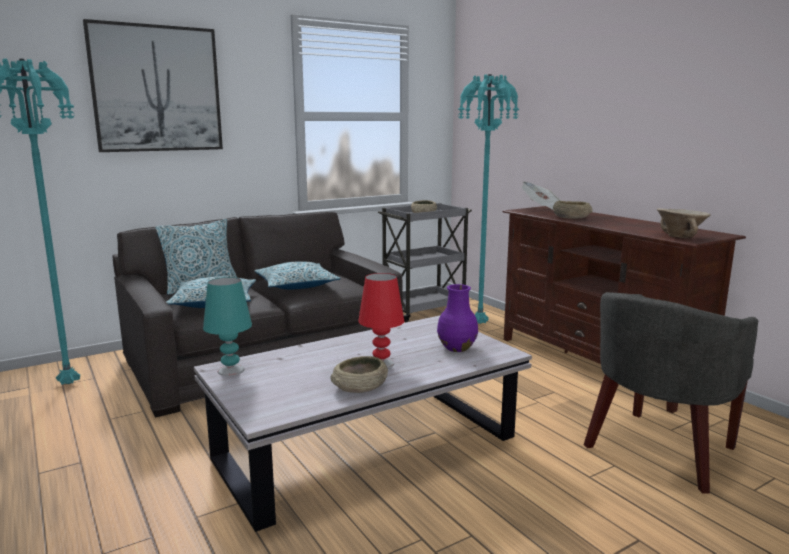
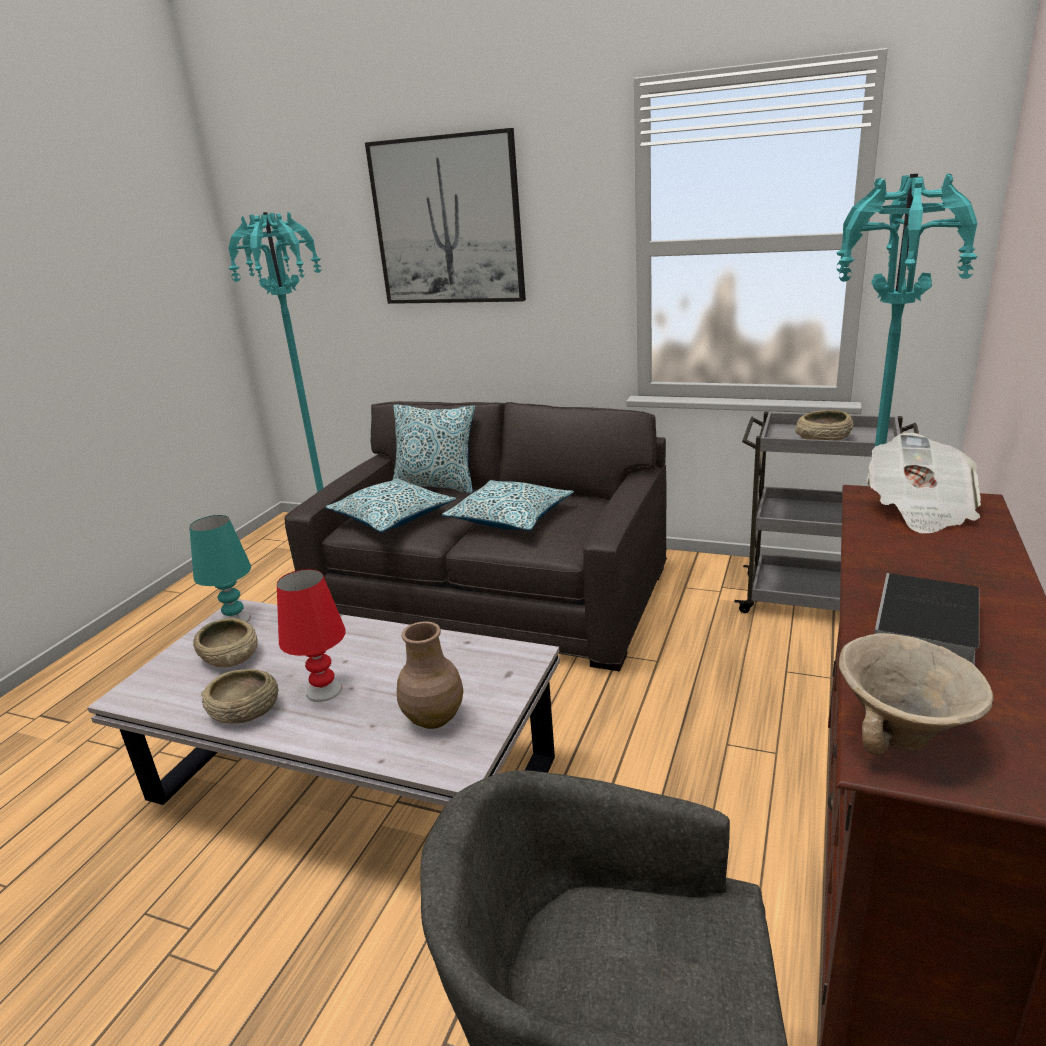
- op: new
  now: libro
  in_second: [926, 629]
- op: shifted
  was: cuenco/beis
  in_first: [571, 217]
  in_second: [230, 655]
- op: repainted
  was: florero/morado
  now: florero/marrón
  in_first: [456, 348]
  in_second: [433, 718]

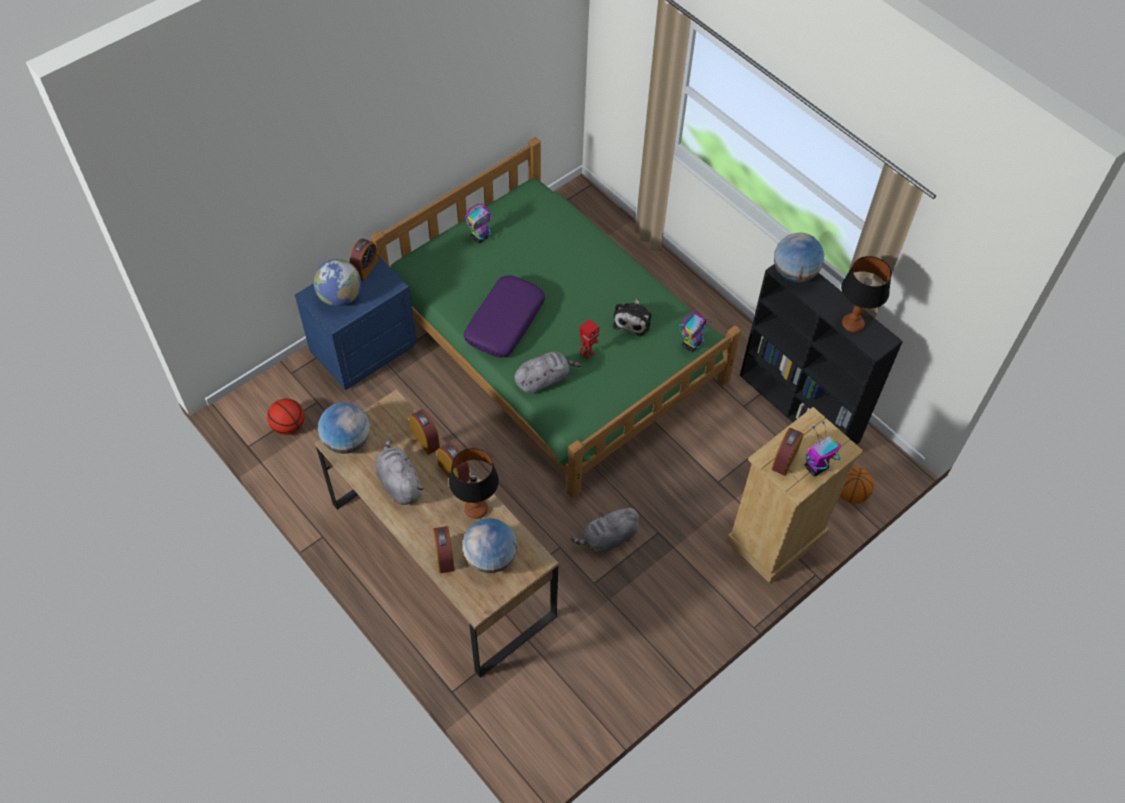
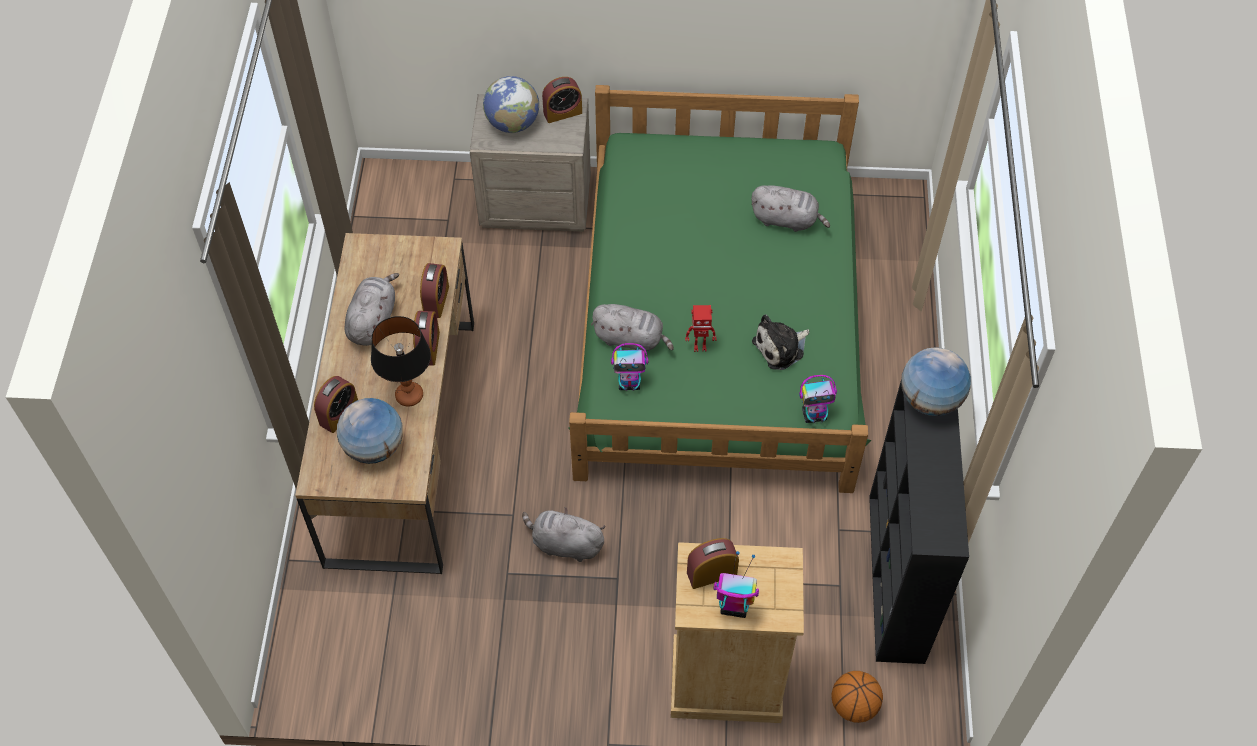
- op: gone
  was: balón de baloncesto
  in_first: [288, 426]
- op: gone
  was: globo terráqueo
  in_first: [347, 441]
- op: gone
  was: cojín/morado
  in_first: [504, 322]
- op: gone
  was: lámpara de mesa
  in_first: [852, 324]
- op: new
  now: peluche/gris
  in_second: [787, 220]
- op: shifted
  was: robot de juguete
  in_first: [480, 237]
  in_second: [630, 383]
- op: repainted
  was: mesita de noche/azul
  now: mesita de noche/beis
  in_first: [363, 349]
  in_second: [536, 202]

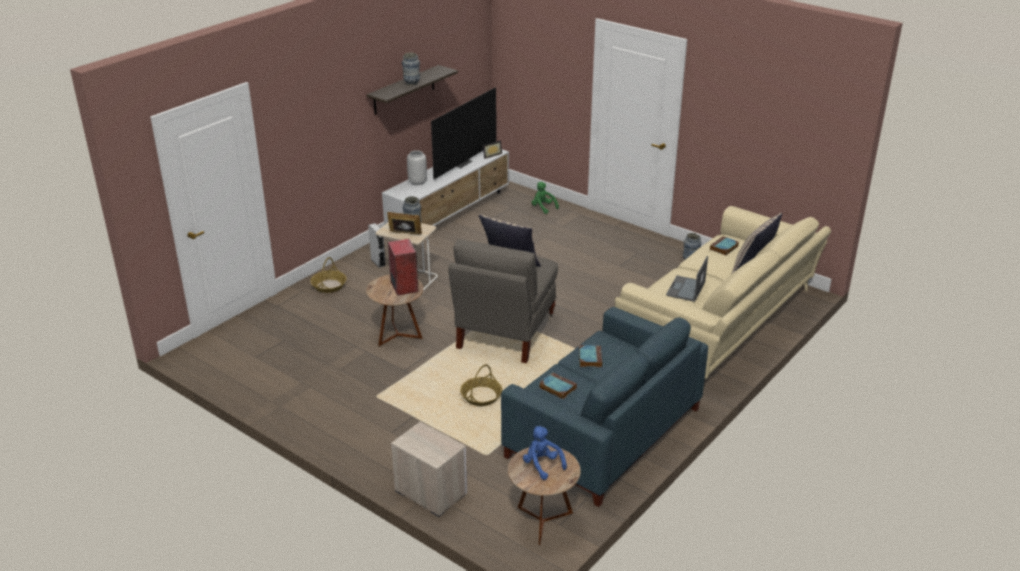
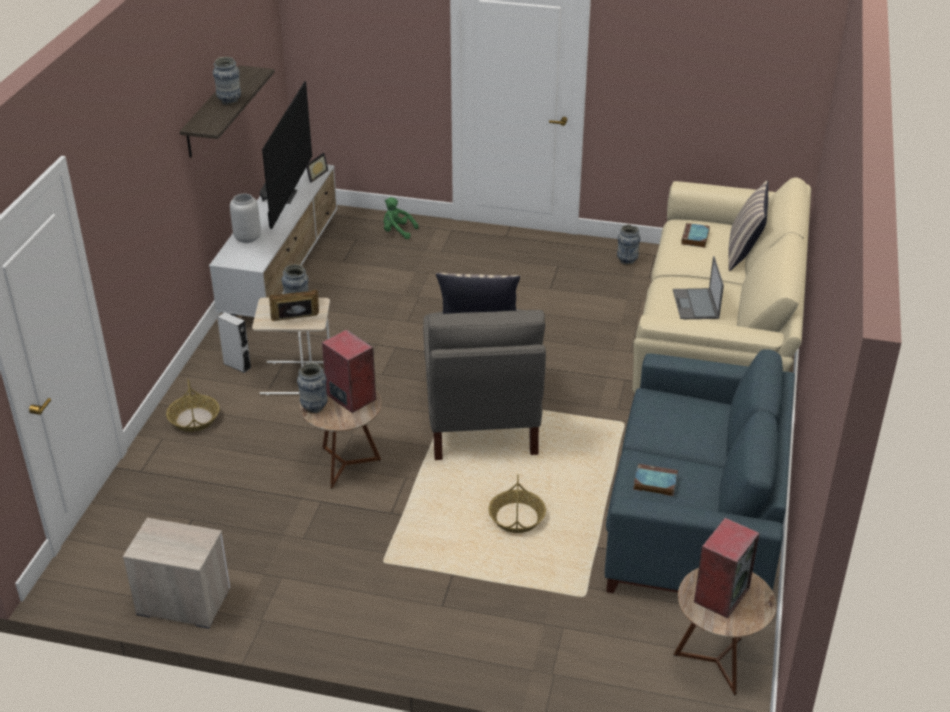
- op: gone
  was: libro
  in_first: [590, 358]
- op: new
  now: florero
  in_second: [314, 408]
- op: shifted
  was: mesita de noche
  in_first: [430, 492]
  in_second: [182, 601]
- op: swapped
  was: peluche/azul
  now: altavoz
  in_first: [542, 465]
  in_second: [721, 594]

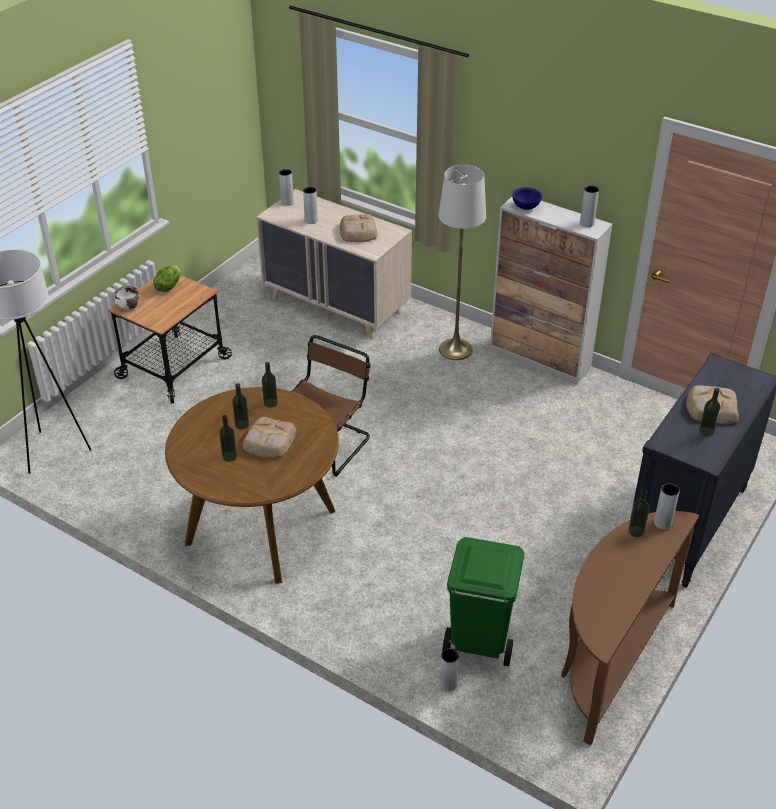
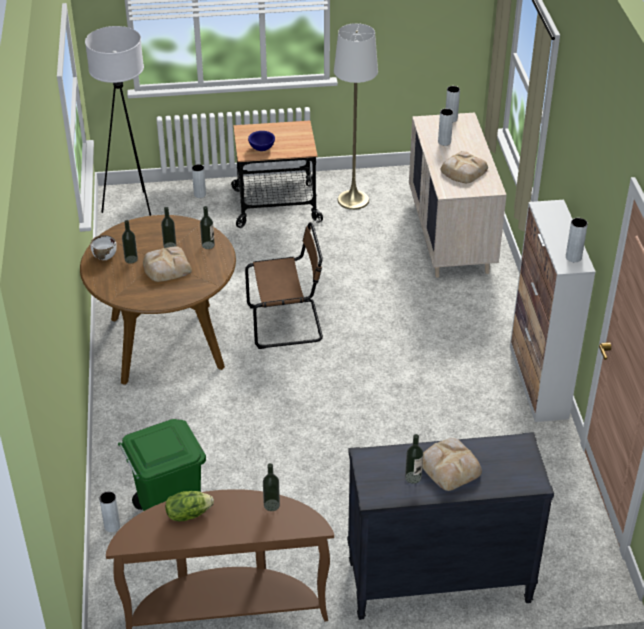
- op: shifted
  was: cuenco/blanco
  in_first: [128, 306]
  in_second: [104, 256]
- op: shifted
  was: lechuga
  in_first: [168, 286]
  in_second: [188, 514]
- op: shifted
  was: lámpara de pie/blanco
  in_first: [455, 349]
  in_second: [353, 200]
- op: shifted
  was: cuenco/azul
  in_first: [525, 207]
  in_second: [262, 148]
- op: shifted
  was: florero/gris
  in_first: [662, 523]
  in_second: [200, 194]

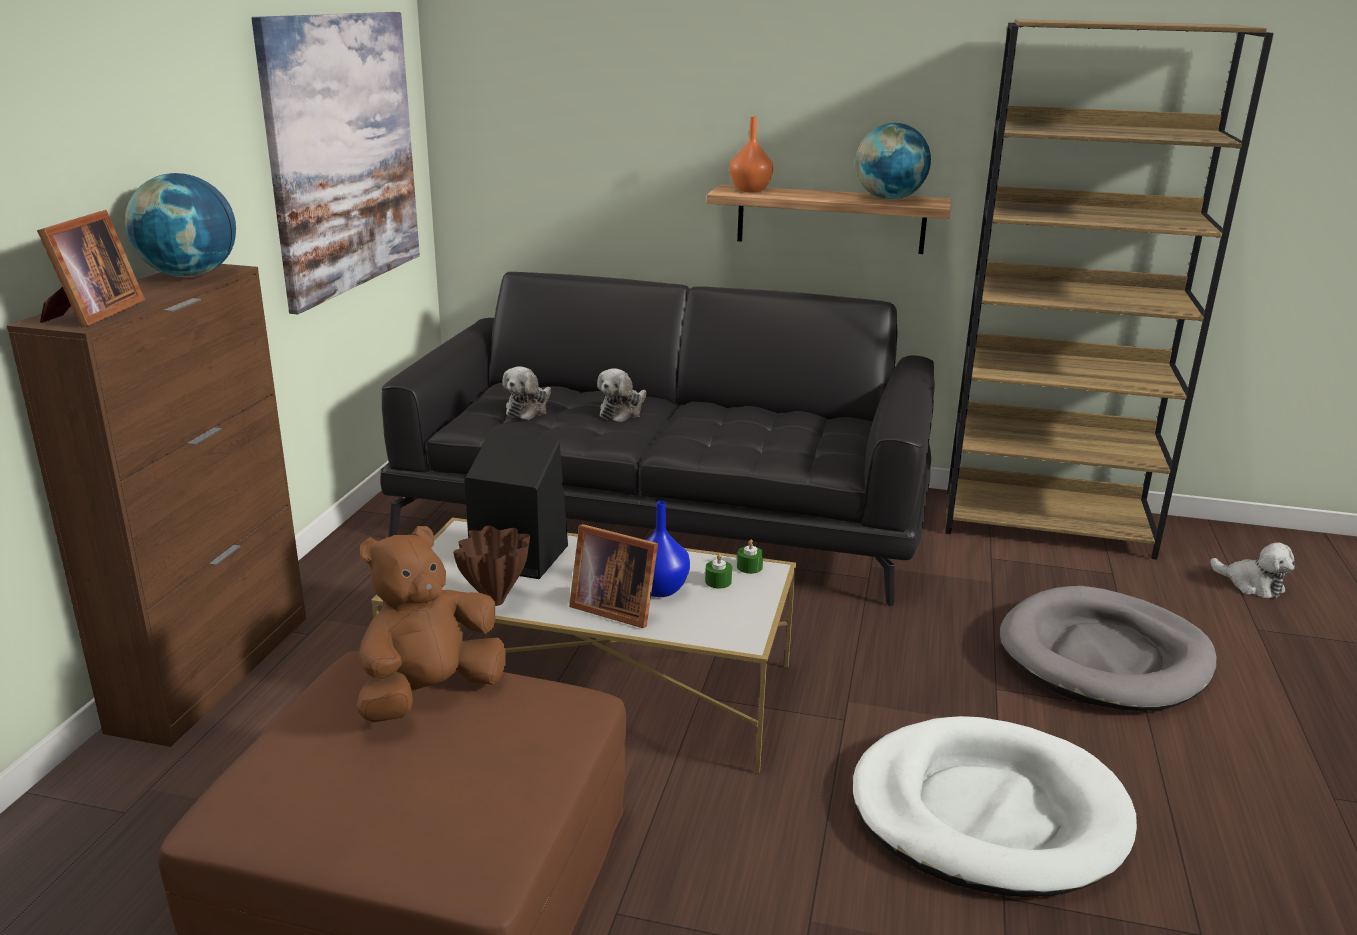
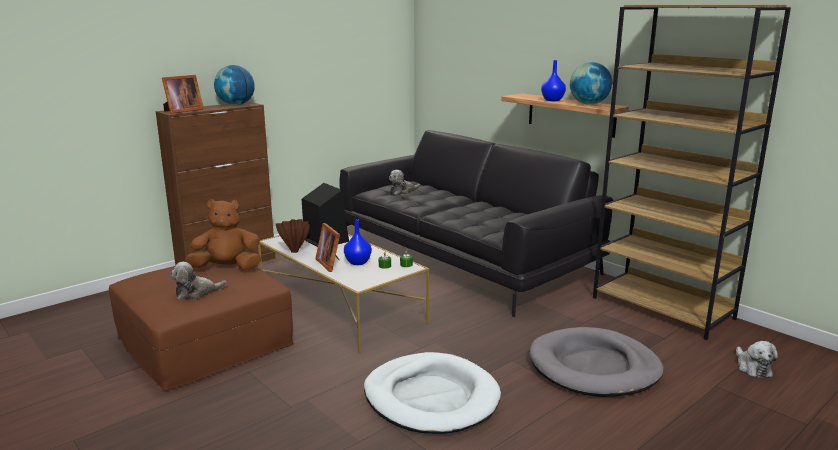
- op: gone
  was: cuadro
  in_first: [343, 154]
- op: gone
  was: florero/naranja
  in_first: [749, 190]
- op: new
  now: florero/azul
  in_second: [552, 100]
- op: shifted
  was: peluche
  in_first: [622, 412]
  in_second: [196, 293]

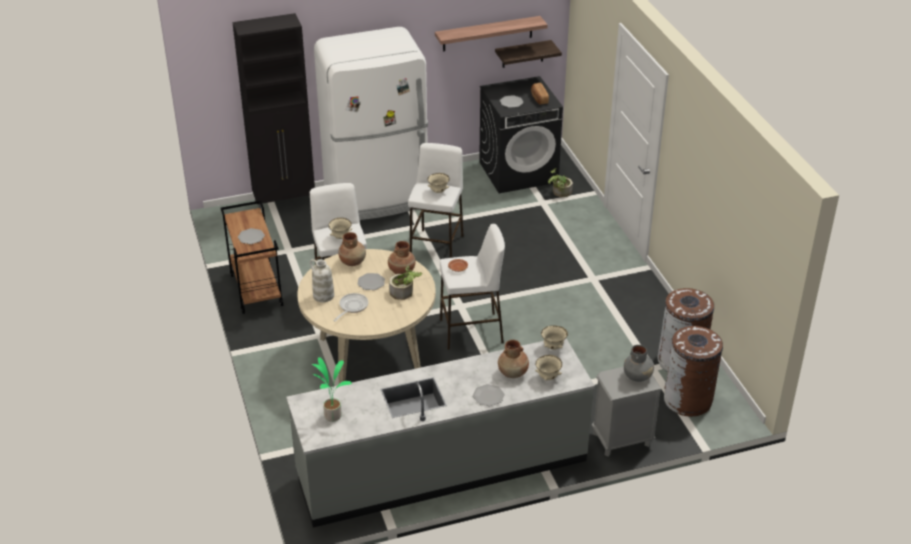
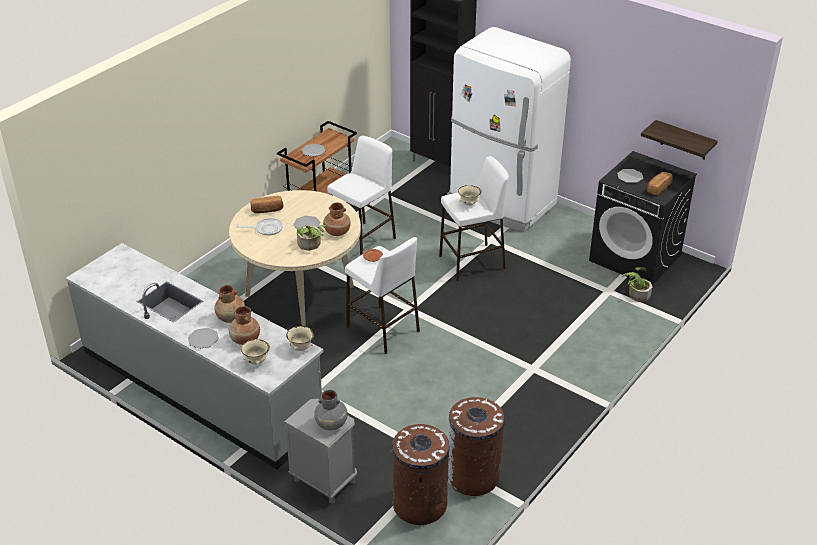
- op: gone
  was: planta en maceta
  in_first: [332, 415]
- op: gone
  was: cuenco/beis
  in_first: [341, 237]
- op: gone
  was: estante
  in_first: [487, 33]
- op: shifted
  was: florero/marrón
  in_first: [352, 261]
  in_second: [231, 318]
- op: swapped
  was: florero/blanco
  now: pan
  in_first: [323, 296]
  in_second: [267, 210]

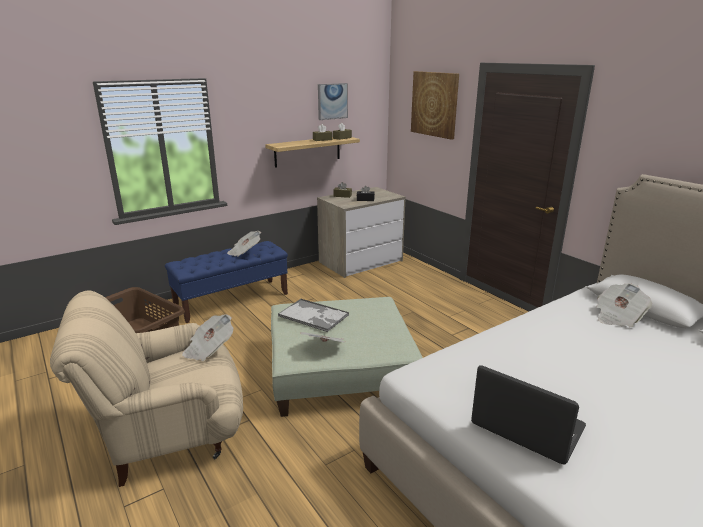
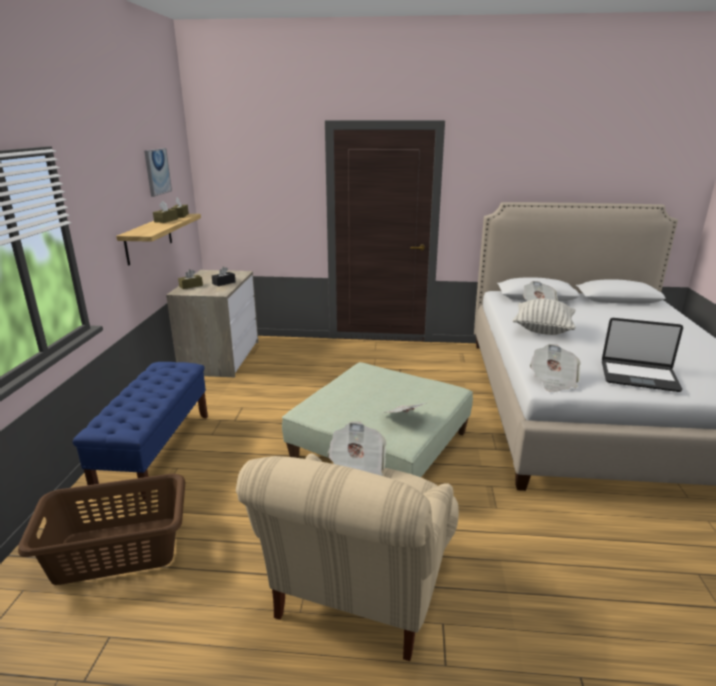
- op: gone
  was: bandeja
  in_first: [314, 316]
- op: gone
  was: cuadro
  in_first: [434, 104]
- op: new
  now: cojín
  in_second: [542, 330]
- op: shifted
  was: periódico
  in_first: [244, 252]
  in_second: [553, 381]
- op: rotated
  was: portátil
  in_first: [527, 427]
  in_second: [638, 376]
  clockwise: -150

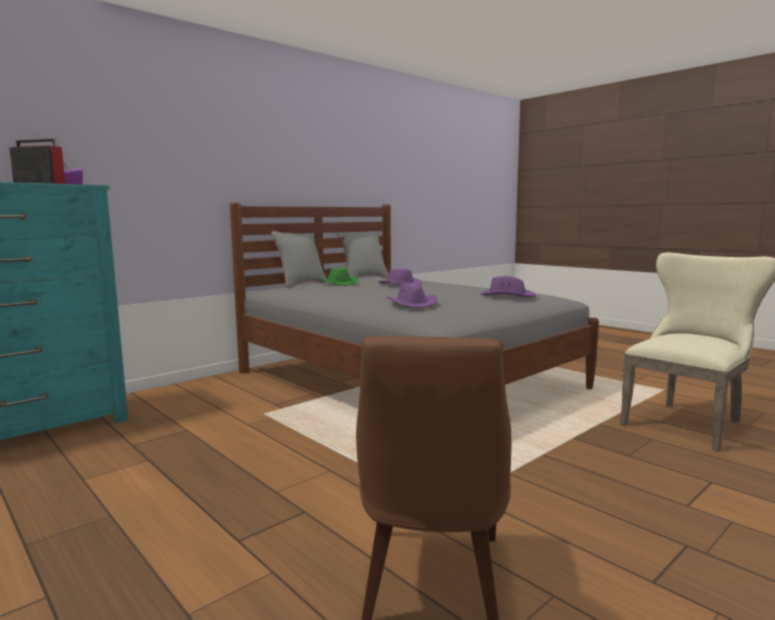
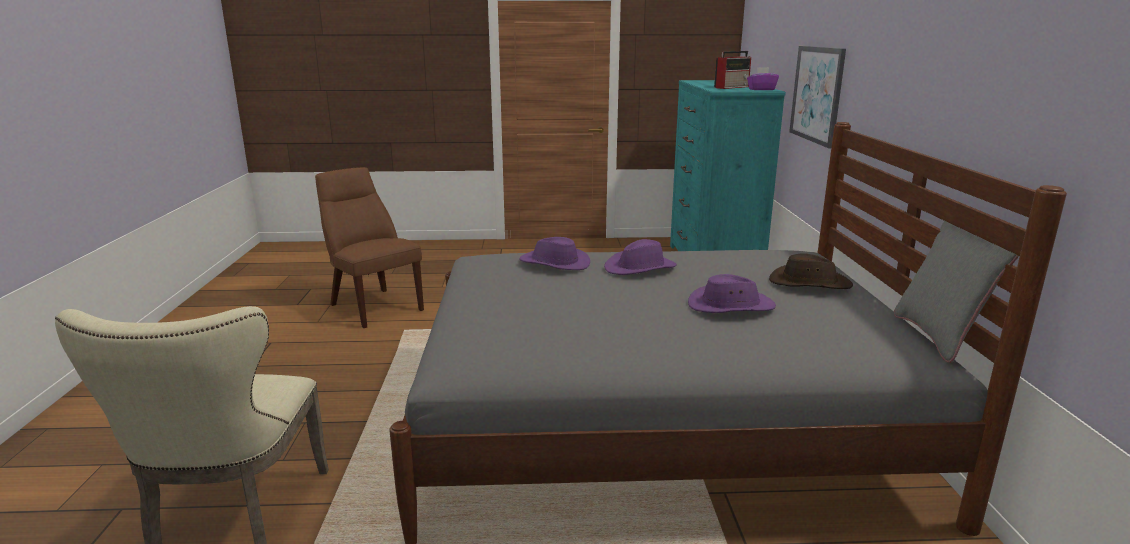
- op: gone
  was: cojín/gris
  in_first: [301, 285]
- op: new
  now: cuadro
  in_second: [817, 94]
- op: shifted
  was: sombrero/morado
  in_first: [507, 296]
  in_second: [640, 268]
- op: repainted
  was: sombrero/verde
  now: sombrero/marrón
  in_first: [338, 283]
  in_second: [809, 283]

